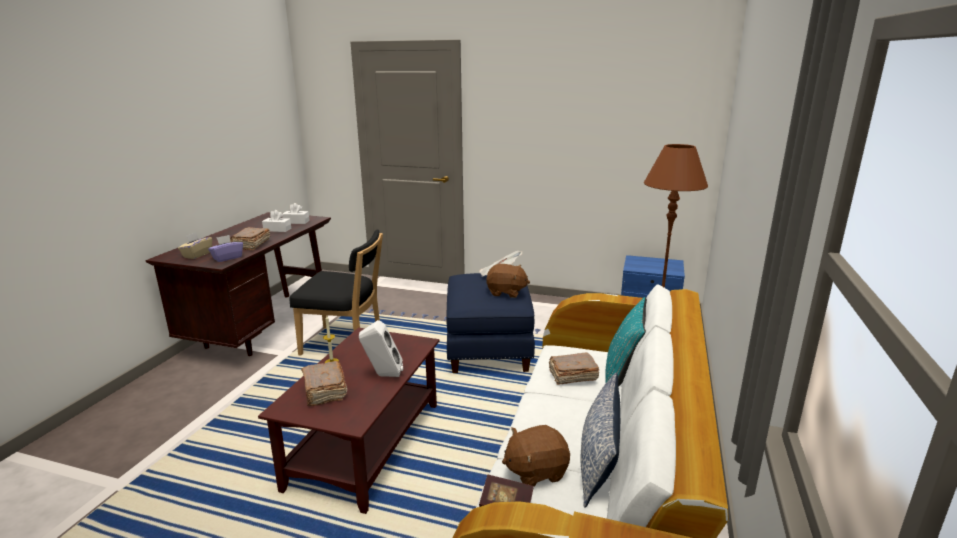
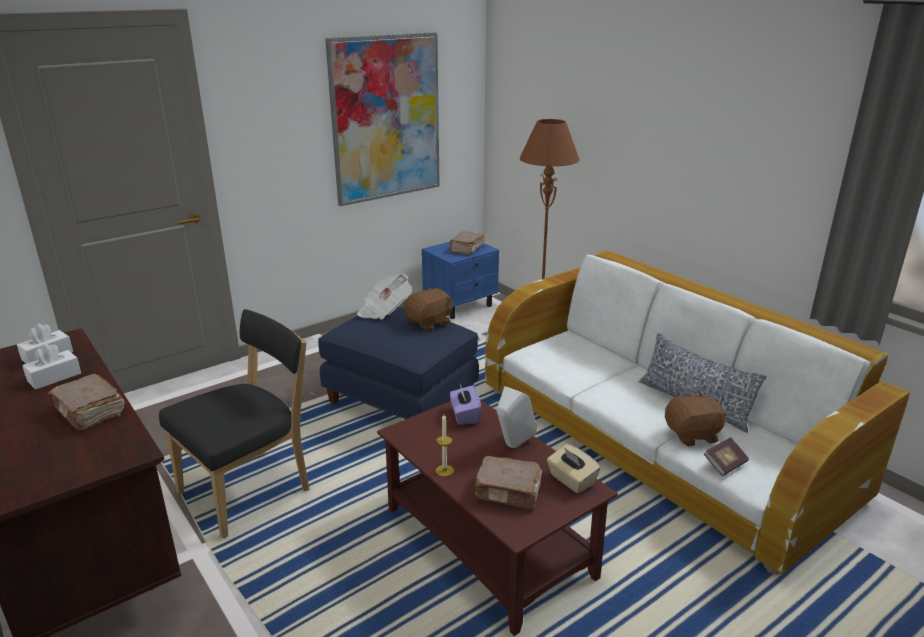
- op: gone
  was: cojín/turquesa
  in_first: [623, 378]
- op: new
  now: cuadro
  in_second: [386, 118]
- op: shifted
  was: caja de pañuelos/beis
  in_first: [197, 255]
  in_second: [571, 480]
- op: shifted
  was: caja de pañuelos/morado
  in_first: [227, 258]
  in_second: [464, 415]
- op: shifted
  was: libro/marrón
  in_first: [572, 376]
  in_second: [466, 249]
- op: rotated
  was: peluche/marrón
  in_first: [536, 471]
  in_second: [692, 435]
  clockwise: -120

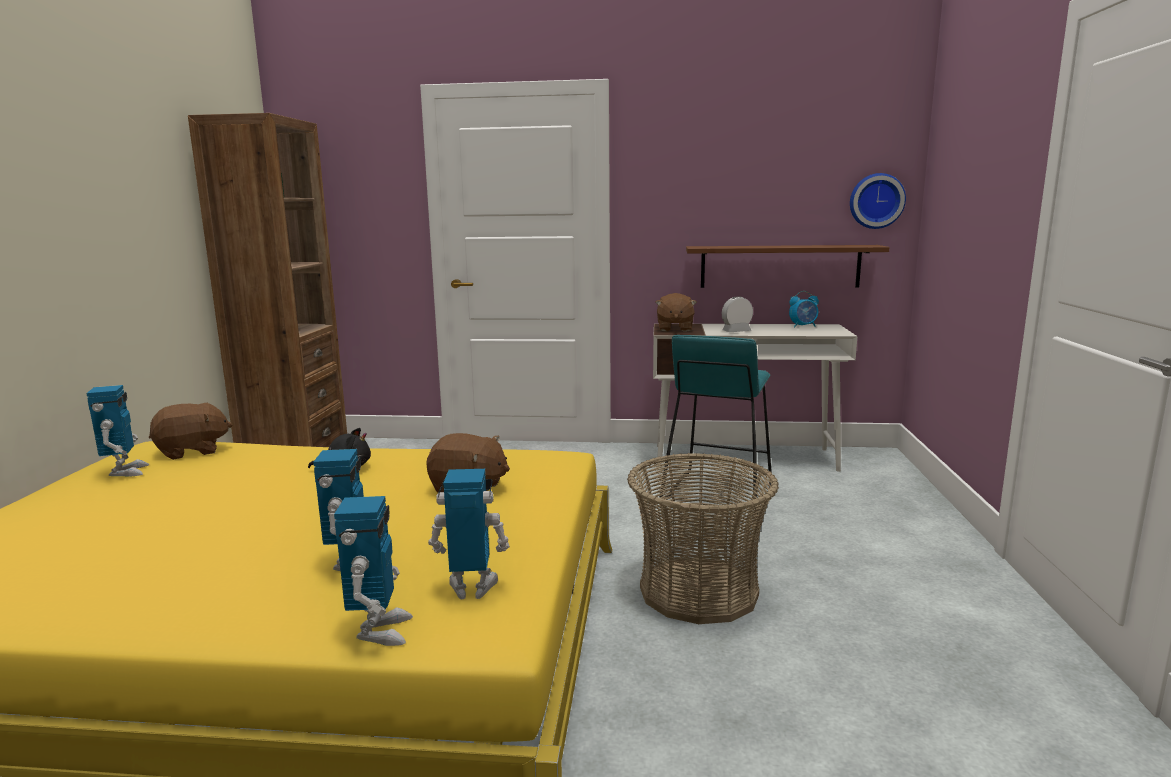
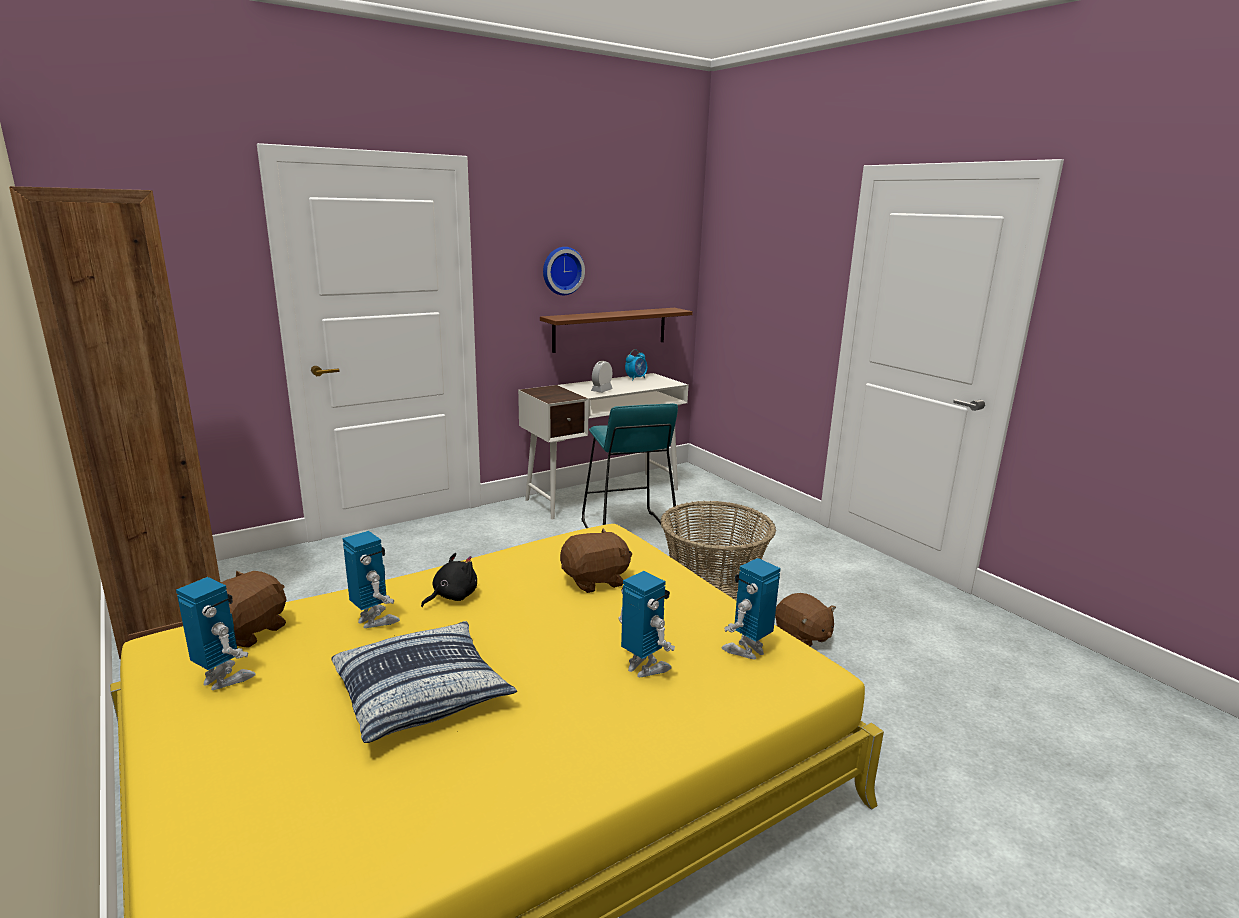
- op: new
  now: cojín
  in_second: [422, 693]
- op: shifted
  was: robot de juguete
  in_first: [380, 631]
  in_second: [374, 620]
- op: shifted
  was: peluche/marrón
  in_first: [674, 328]
  in_second: [802, 637]
- op: shifted
  was: reloj de pared
  in_first: [876, 201]
  in_second: [562, 270]

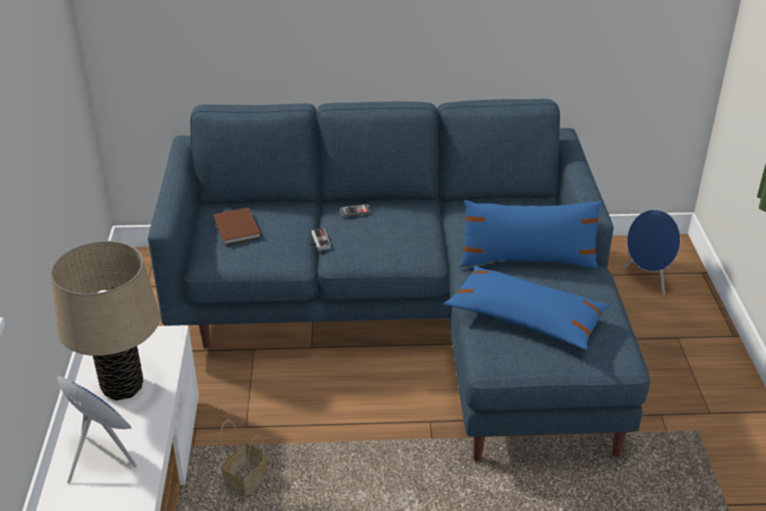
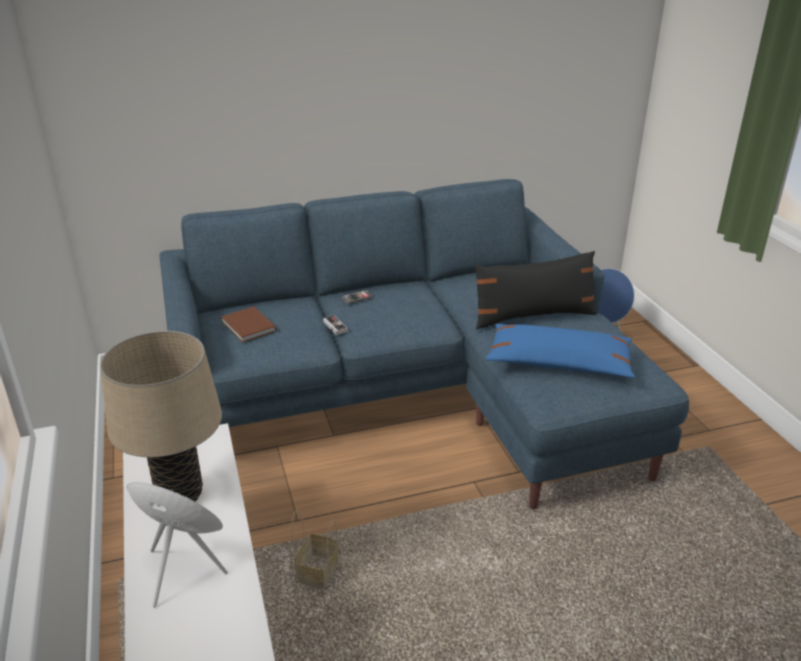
- op: repainted
  was: cojín/azul
  now: cojín/negro
  in_first: [528, 260]
  in_second: [533, 316]

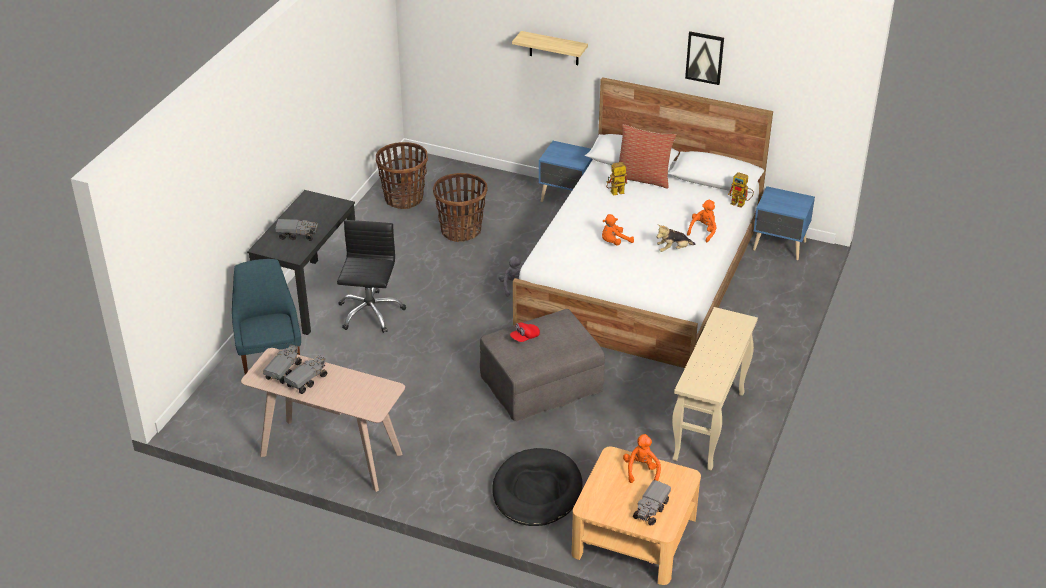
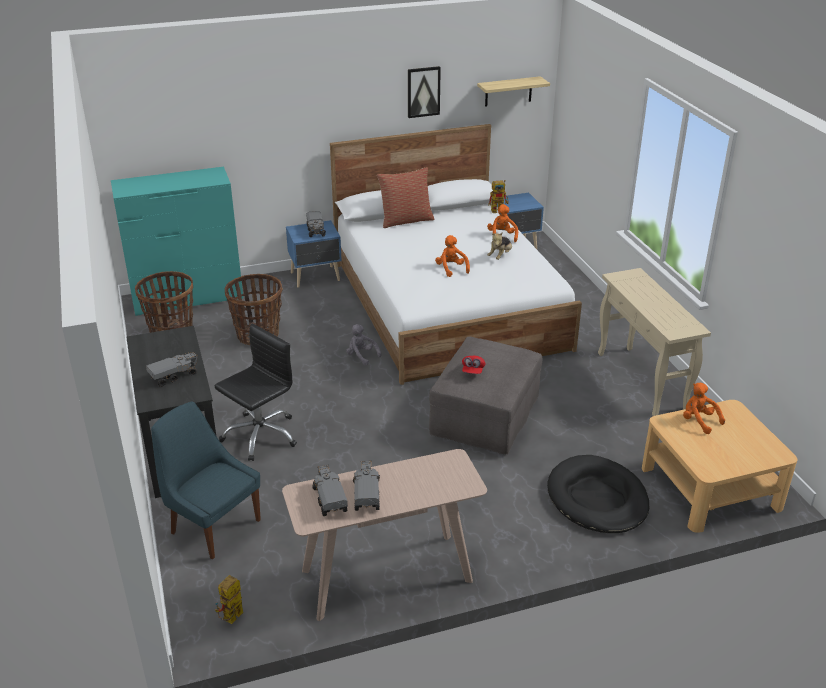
- op: new
  now: cómoda/turquesa
  in_second: [187, 298]
- op: shifted
  was: estante
  in_first: [554, 48]
  in_second: [508, 91]
- op: shifted
  was: robot de juguete
  in_first: [614, 193]
  in_second: [231, 620]
- op: shifted
  was: camión de juguete
  in_first: [651, 510]
  in_second: [316, 231]
- op: rotated
  was: silla de oficina/negro
  in_first: [370, 313]
  in_second: [260, 435]
  clockwise: 75
- op: rotated
  was: peluche/naranja
  in_first: [614, 242]
  in_second: [451, 269]
  clockwise: 135

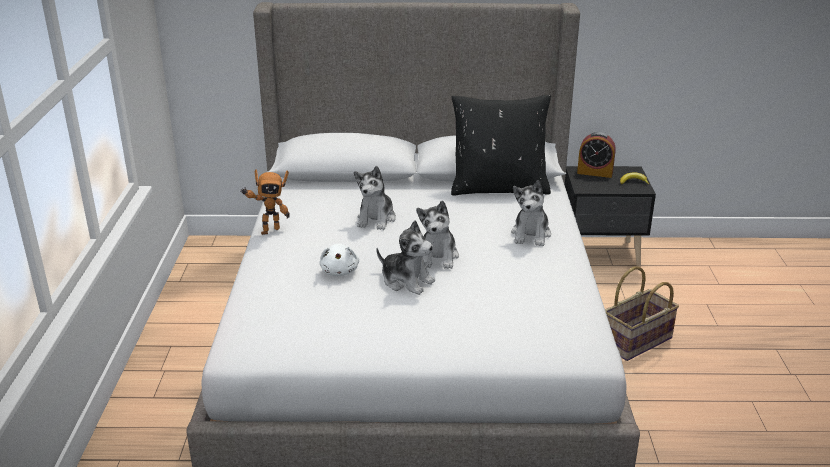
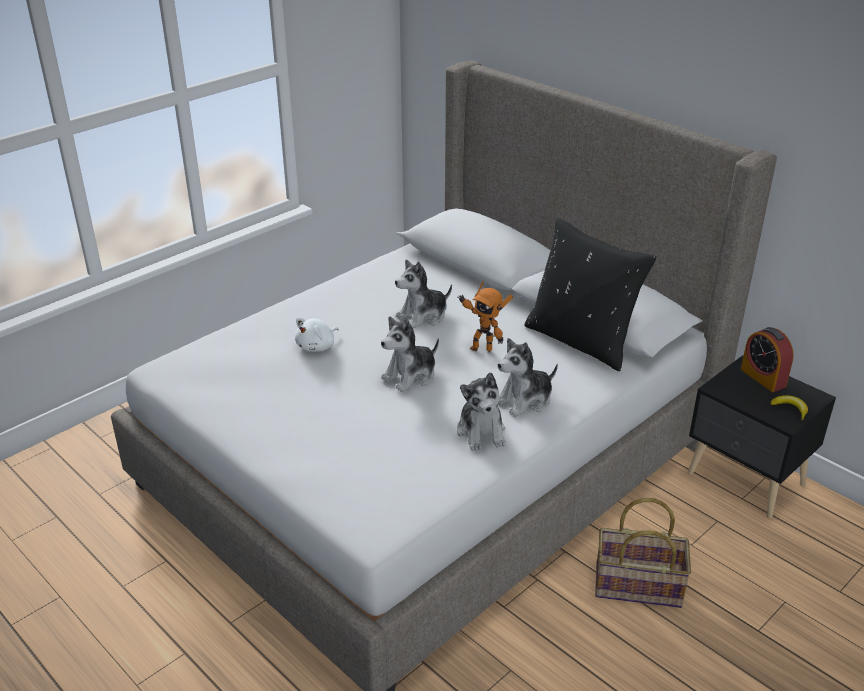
- op: shifted
  was: robot de juguete
  in_first: [269, 230]
  in_second: [481, 348]
- op: shifted
  was: peluche
  in_first: [406, 281]
  in_second: [481, 432]

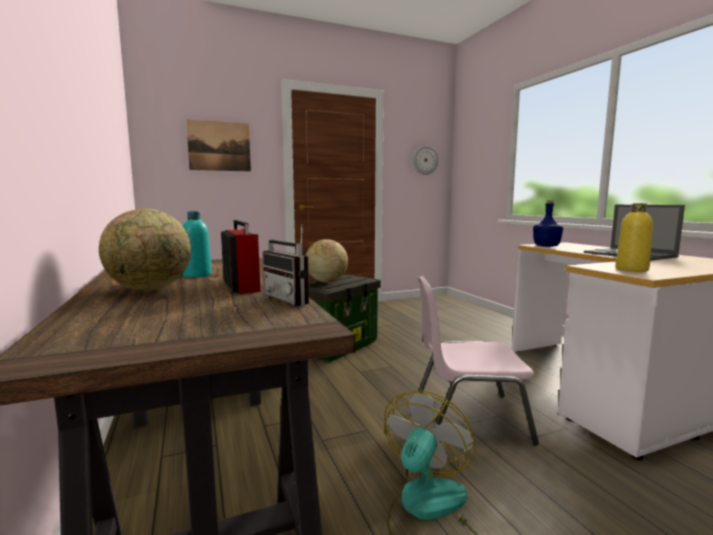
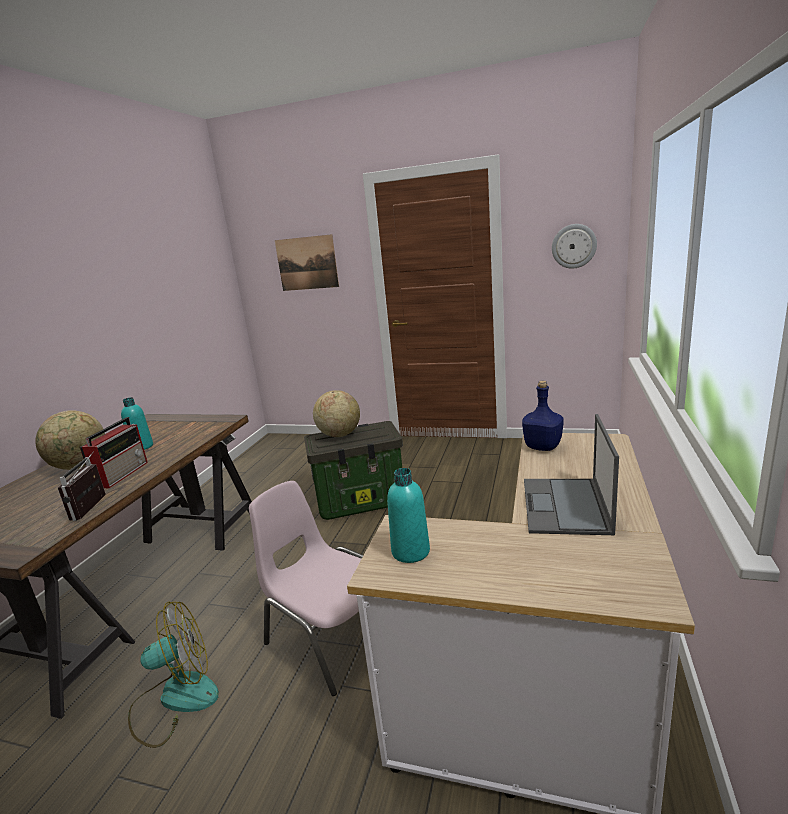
- op: repainted
  was: botella/amarillo
  now: botella/turquesa
  in_first: [631, 269]
  in_second: [410, 552]

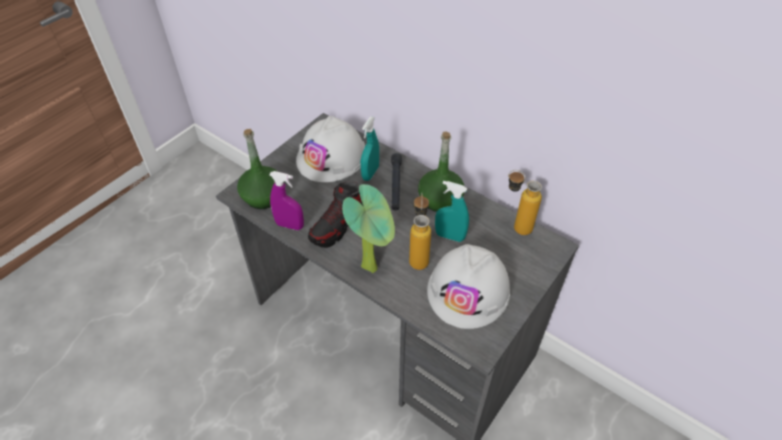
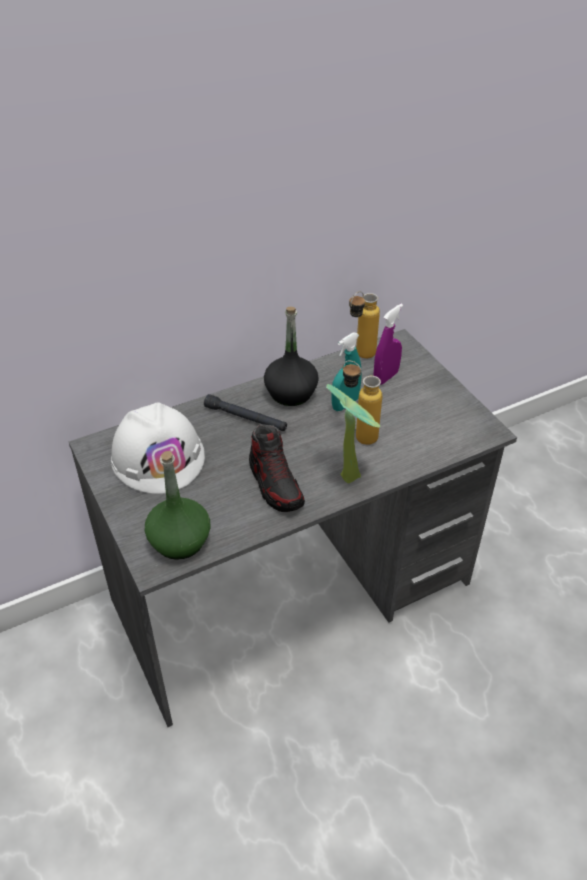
- op: gone
  was: pulverizador/turquesa
  in_first: [370, 173]
- op: gone
  was: casco/blanco
  in_first: [469, 290]
- op: shifted
  was: pulverizador/morado
  in_first: [290, 225]
  in_second: [385, 377]
- op: repainted
  was: botella/verde
  now: botella/negro
  in_first: [440, 199]
  in_second: [291, 393]

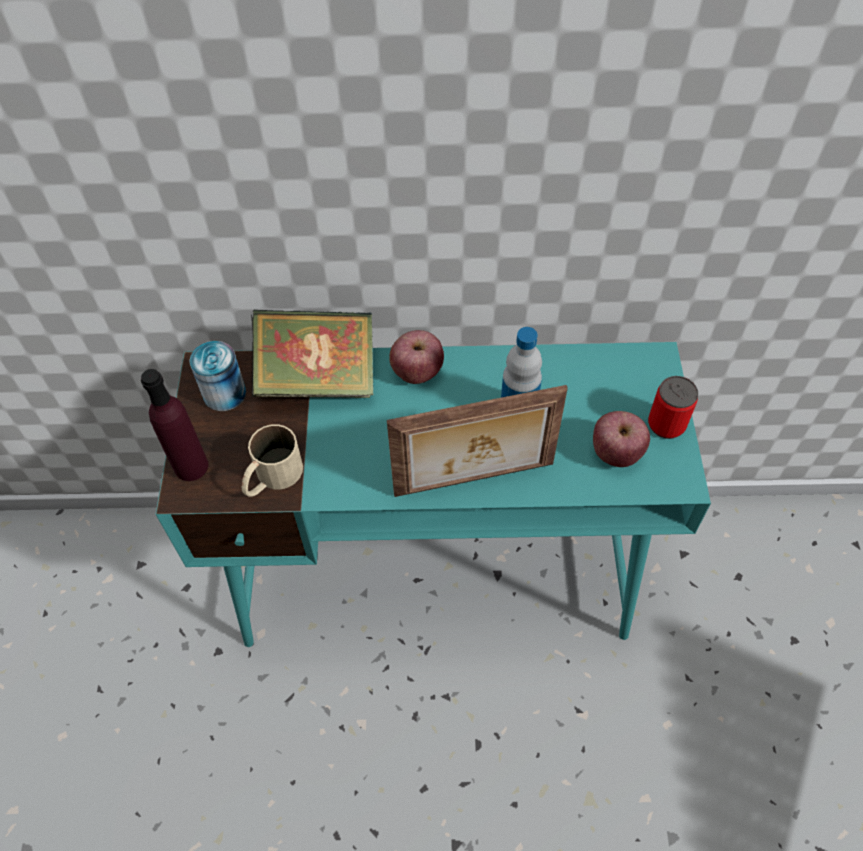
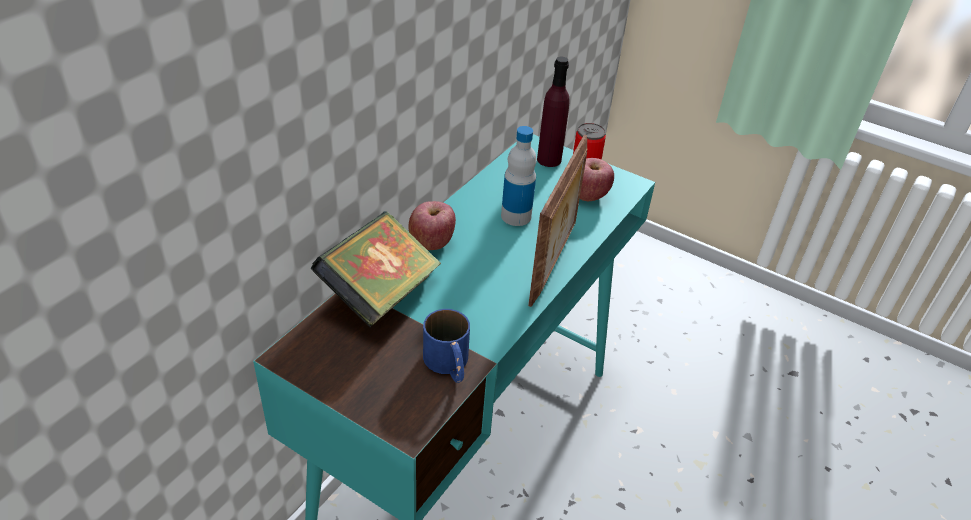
- op: gone
  was: lata
  in_first: [224, 393]
- op: shifted
  was: botella/morado
  in_first: [191, 466]
  in_second: [549, 160]
- op: repainted
  was: taza grande/beis
  now: taza grande/azul
  in_first: [271, 477]
  in_second: [449, 365]

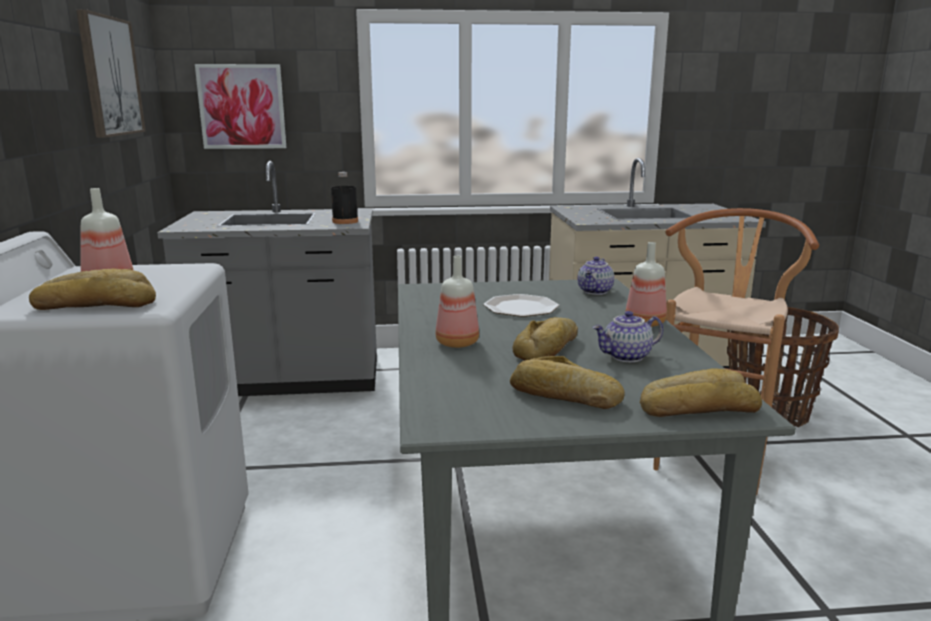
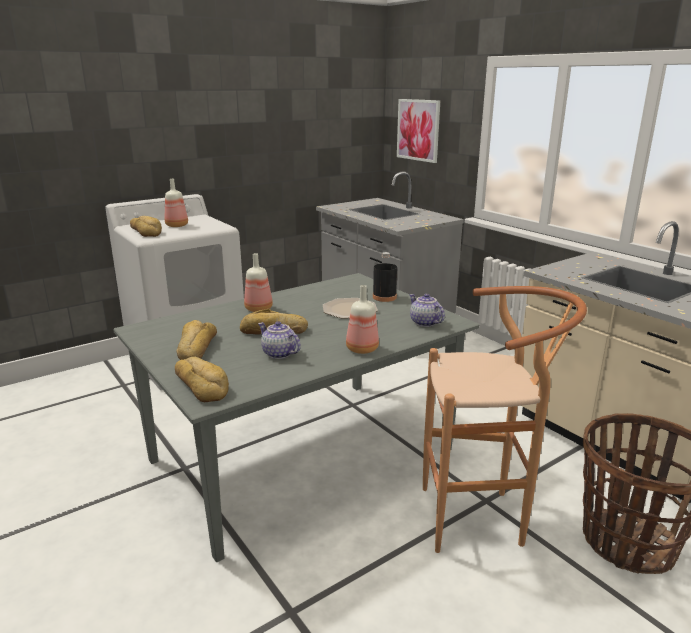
- op: gone
  was: cuadro
  in_first: [110, 76]
- op: shifted
  was: botella/negro
  in_first: [345, 221]
  in_second: [384, 297]
- op: rotated
  was: tetera
  in_first: [595, 291]
  in_second: [424, 323]
  clockwise: 60

